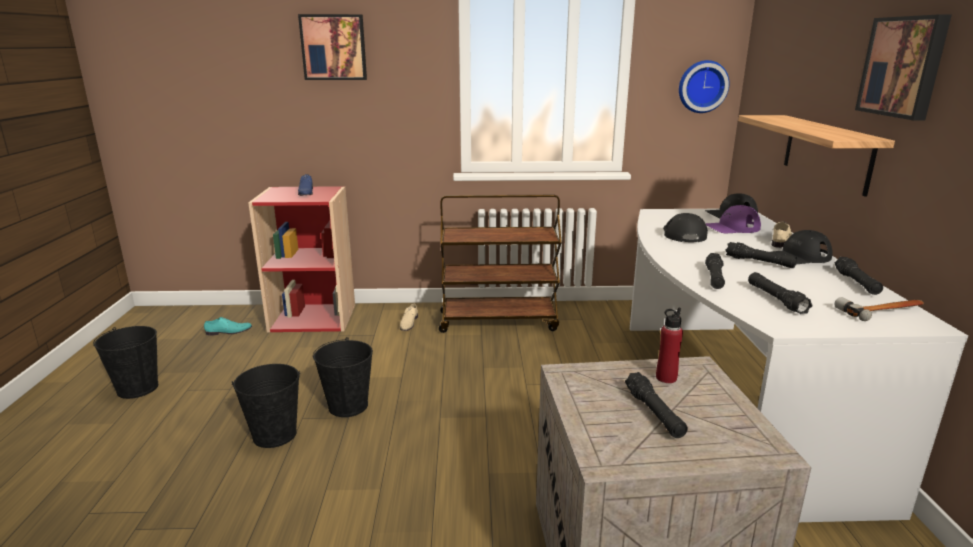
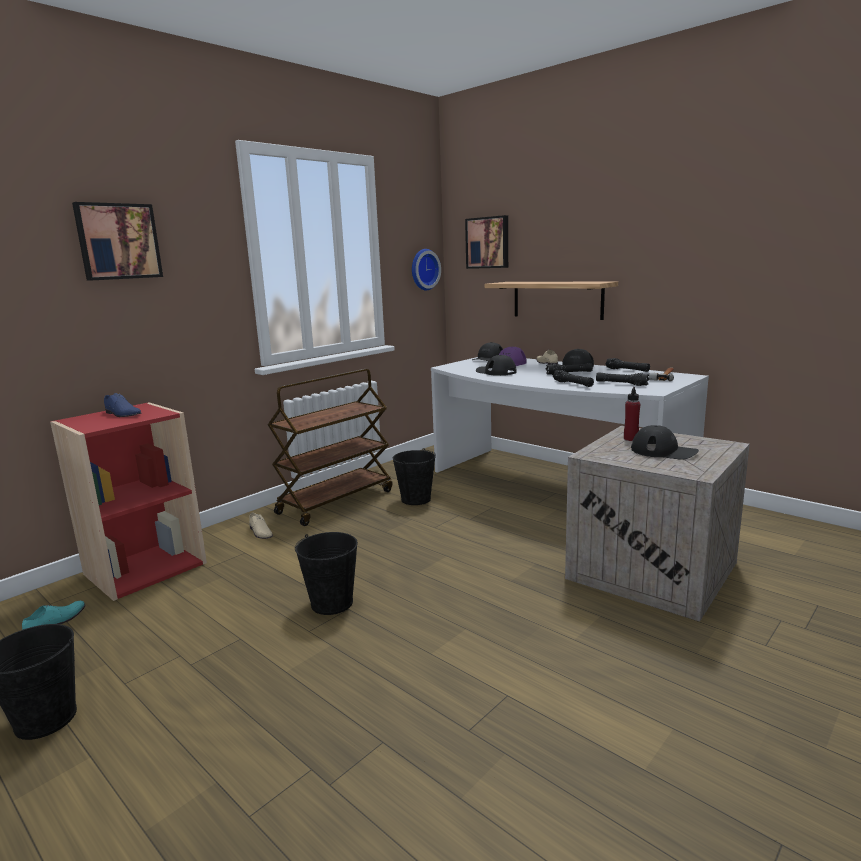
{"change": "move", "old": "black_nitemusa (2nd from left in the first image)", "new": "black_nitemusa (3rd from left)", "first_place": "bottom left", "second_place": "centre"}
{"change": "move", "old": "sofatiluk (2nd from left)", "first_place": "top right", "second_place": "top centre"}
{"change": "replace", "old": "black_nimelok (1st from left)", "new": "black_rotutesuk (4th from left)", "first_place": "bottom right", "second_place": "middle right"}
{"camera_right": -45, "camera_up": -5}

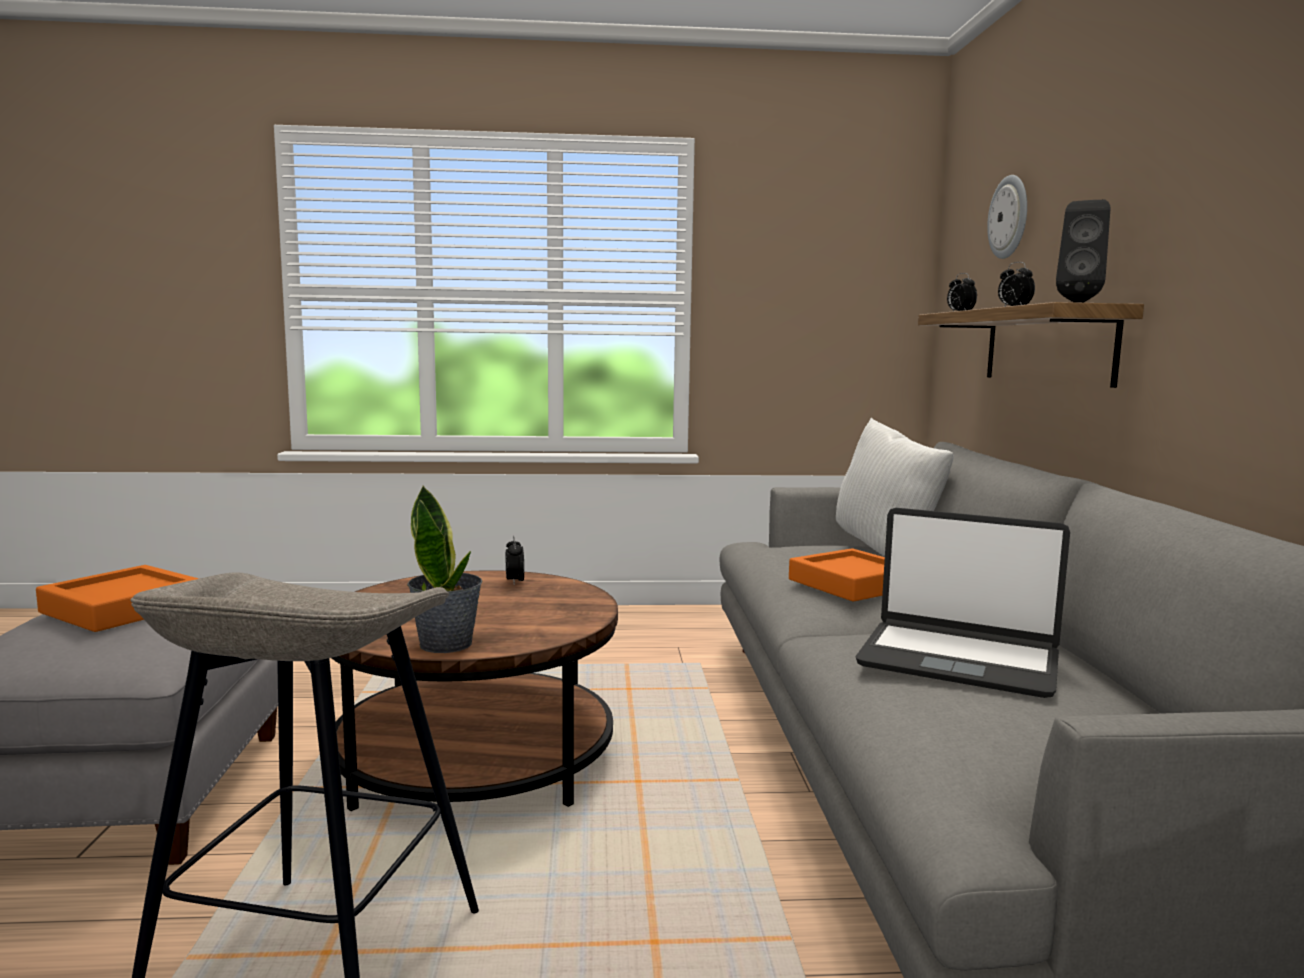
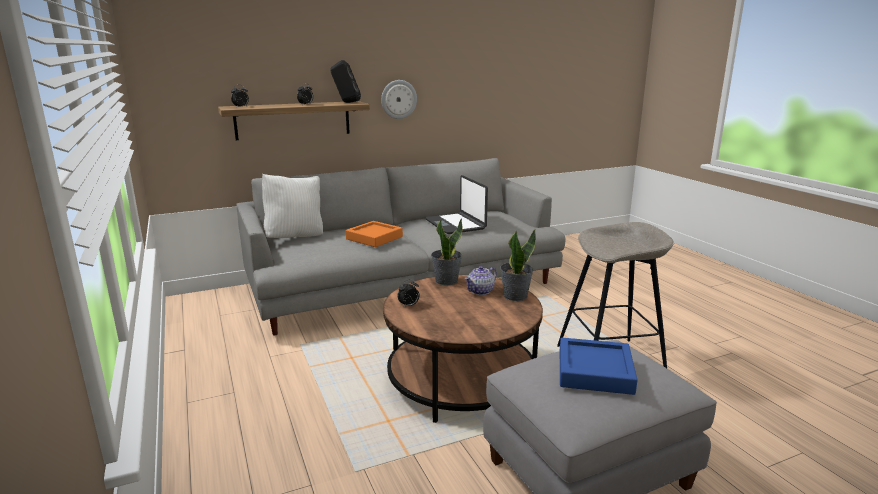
{"change": "insert", "new": "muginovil (1st from left)", "second_place": "centre"}
{"change": "insert", "new": "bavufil", "second_place": "centre"}
{"change": "move", "old": "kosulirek", "first_place": "top right", "second_place": "top centre"}
{"change": "recolor", "old": "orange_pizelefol (1st from left)", "new": "blue_pizelefol", "first_place": "middle left", "second_place": "bottom right"}
{"change": "rotate", "old": "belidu", "first_place": "middle right", "second_place": "centre", "degrees": 150}
{"camera_right": -110, "camera_up": 10}

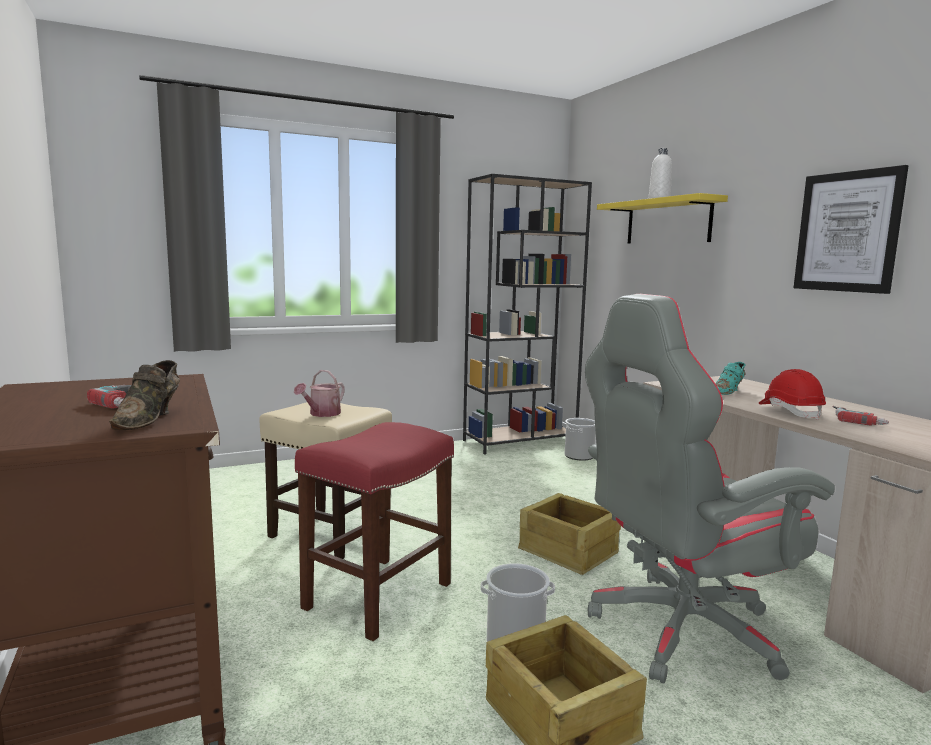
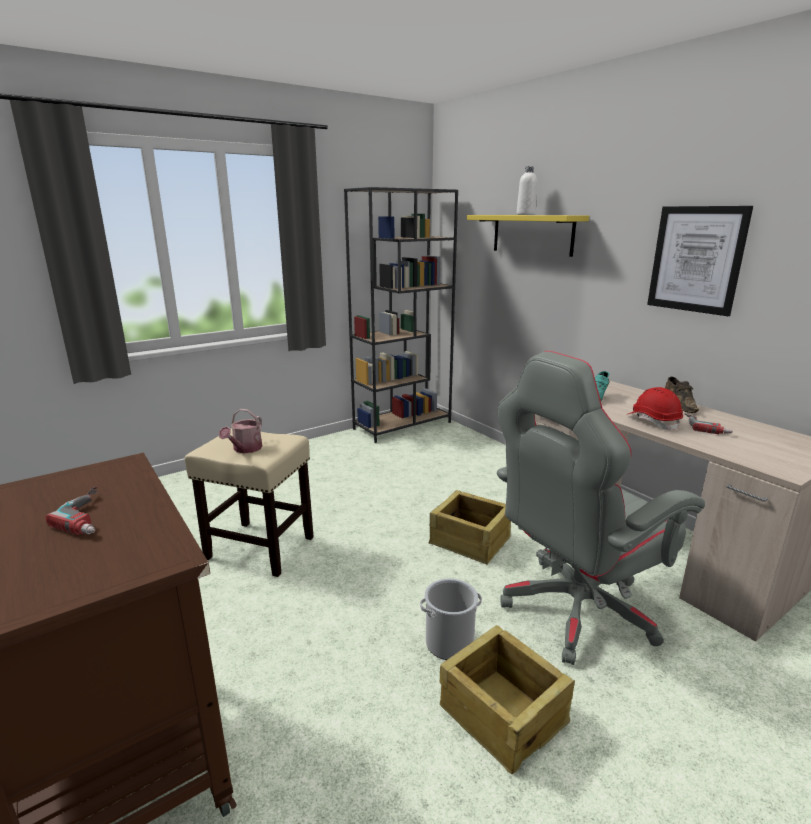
{"change": "delete", "old": "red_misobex", "first_place": "bottom centre"}
{"change": "delete", "old": "nitemusa (2nd from left)", "first_place": "centre"}
{"change": "move", "old": "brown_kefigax", "first_place": "middle left", "second_place": "middle right"}
{"camera_right": -10, "camera_up": 10}

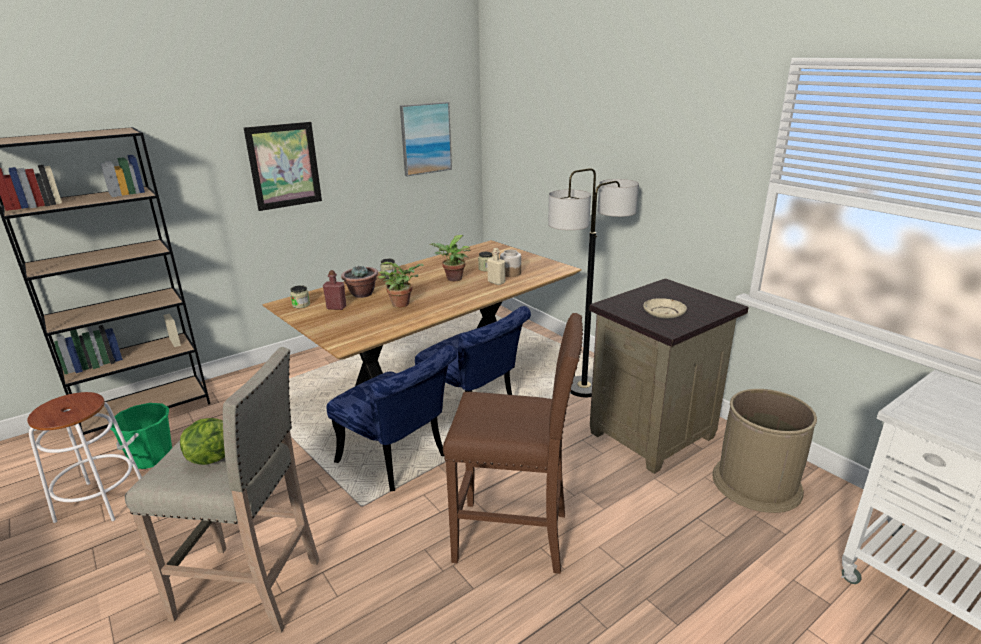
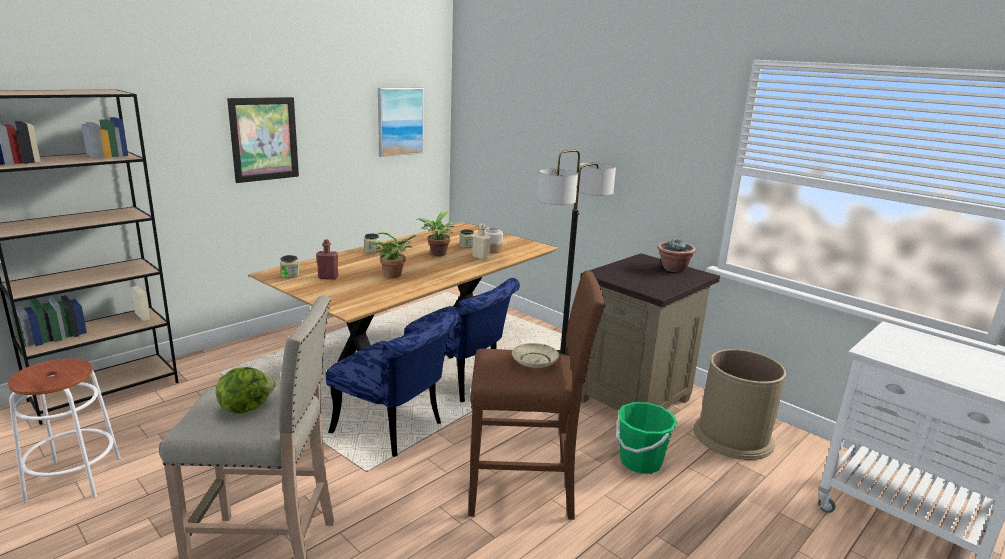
{"change": "move", "old": "green_nitemusa", "first_place": "bottom left", "second_place": "bottom centre"}
{"change": "move", "old": "muginovil (1st from left in the first image)", "new": "muginovil (3rd from left)", "first_place": "centre", "second_place": "middle right"}
{"change": "move", "old": "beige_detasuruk", "first_place": "middle right", "second_place": "centre"}
{"camera_right": -10, "camera_up": -5}

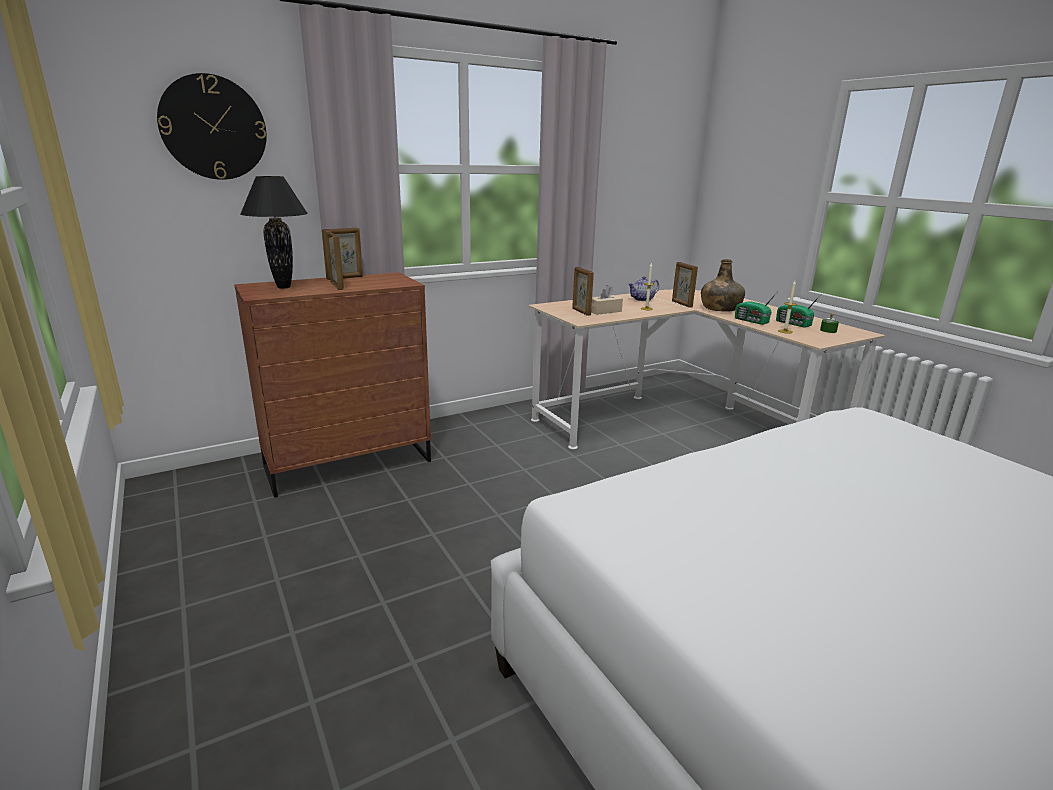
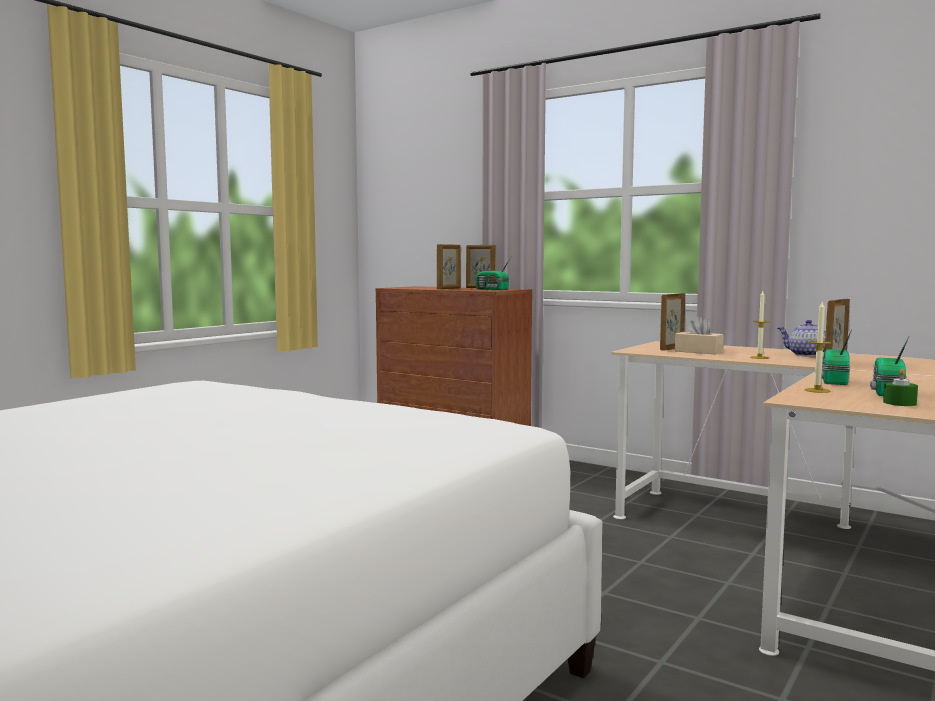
{"change": "delete", "old": "kosulirek", "first_place": "top left"}
{"change": "delete", "old": "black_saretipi", "first_place": "top left"}
{"change": "delete", "old": "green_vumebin", "first_place": "middle right"}
{"change": "insert", "new": "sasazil (1st from left)", "second_place": "centre"}
{"camera_right": 65, "camera_up": -15}

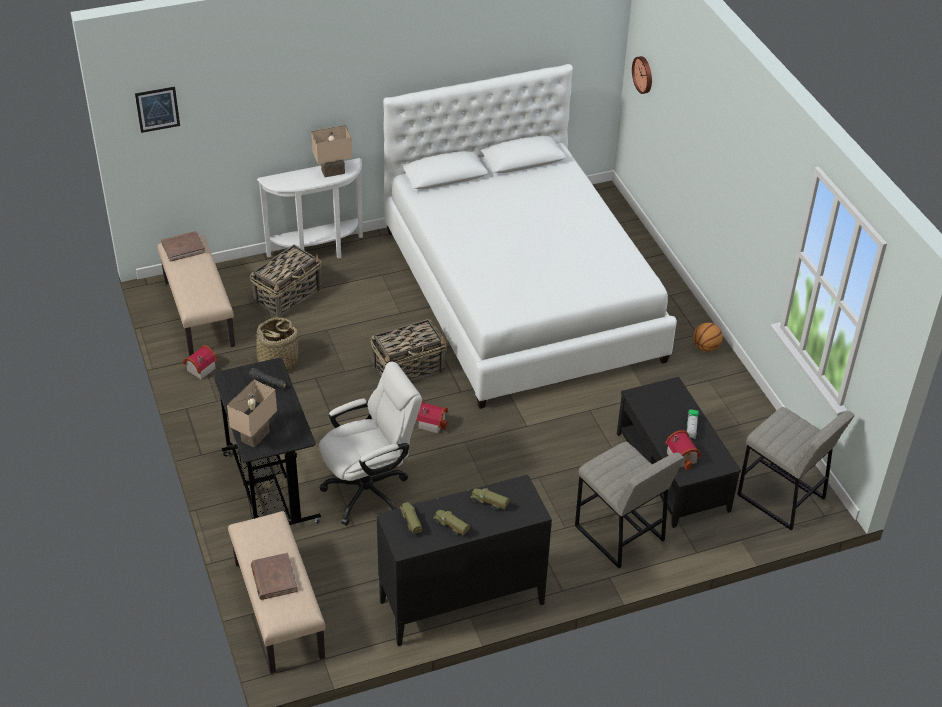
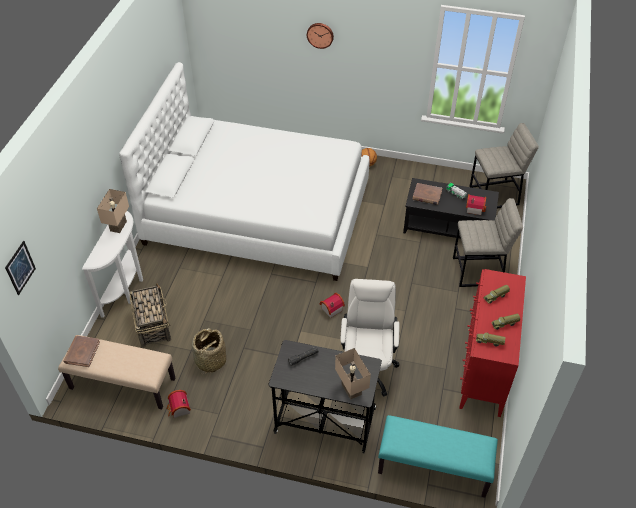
{"change": "delete", "old": "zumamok (3rd from left)", "first_place": "centre"}
{"change": "move", "old": "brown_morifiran (2nd from left)", "first_place": "bottom left", "second_place": "middle right"}
{"change": "move", "old": "kosulirek", "first_place": "top right", "second_place": "top centre"}
{"change": "recolor", "old": "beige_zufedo (2nd from left)", "new": "turquoise_zufedo", "first_place": "bottom left", "second_place": "bottom right"}
{"change": "recolor", "old": "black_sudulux", "new": "red_sudulux", "first_place": "bottom centre", "second_place": "bottom right"}
{"camera_right": -55, "camera_up": 5}

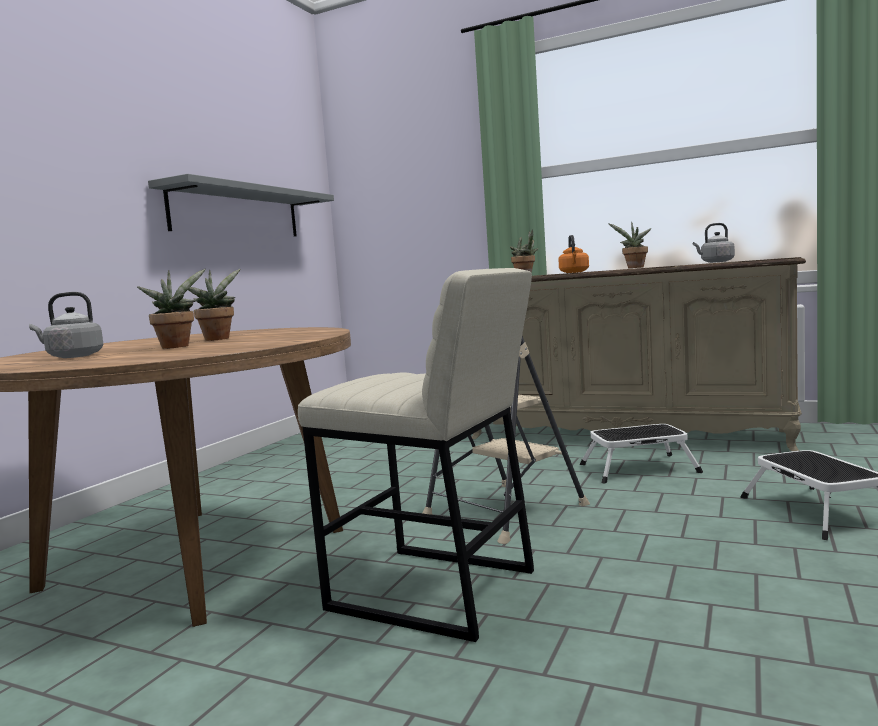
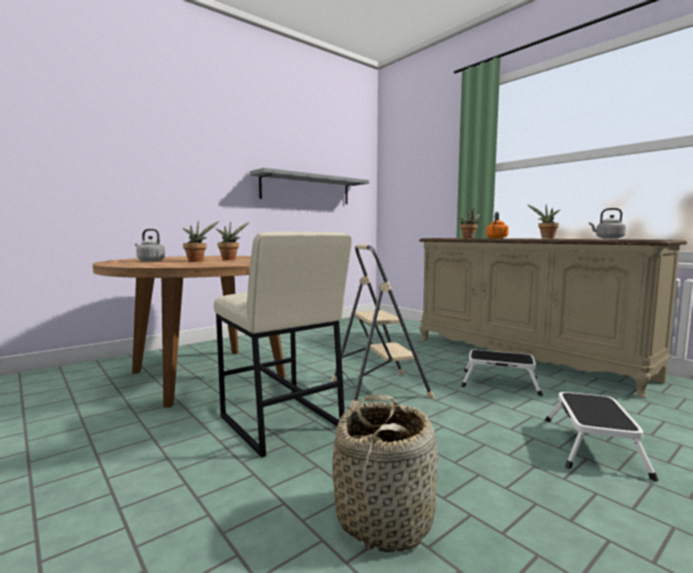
{"change": "insert", "new": "zumamok", "second_place": "bottom centre"}
{"camera_right": 25, "camera_up": 0}

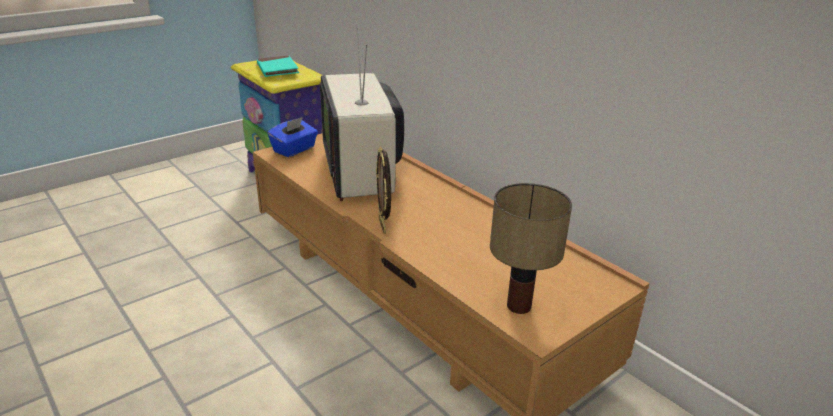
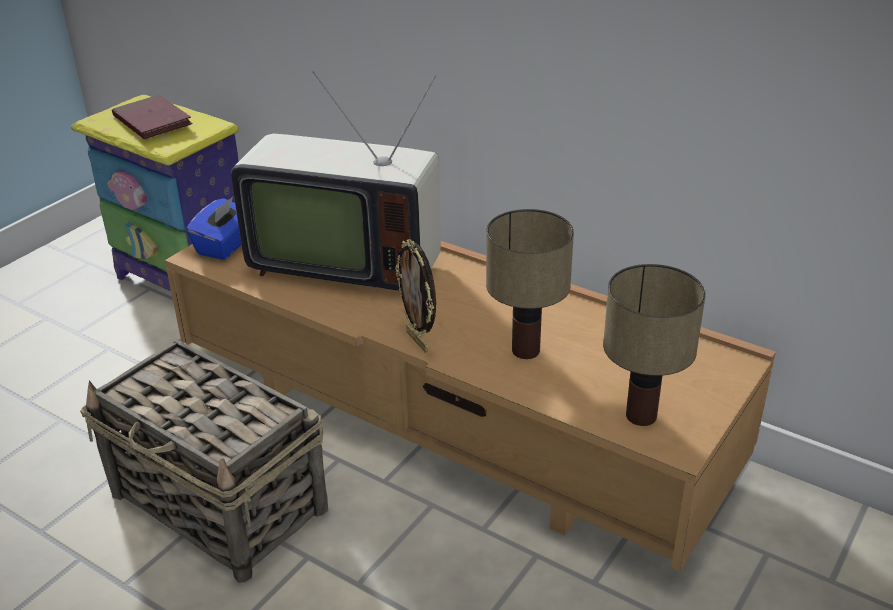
{"change": "insert", "new": "zumamok", "second_place": "bottom left"}
{"change": "insert", "new": "saretipi (1st from left)", "second_place": "centre"}
{"change": "recolor", "old": "turquoise_morifiran", "new": "red_morifiran", "first_place": "top centre", "second_place": "top left"}
{"change": "rotate", "old": "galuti", "first_place": "top centre", "second_place": "top centre", "degrees": -45}
{"camera_right": -15, "camera_up": 5}

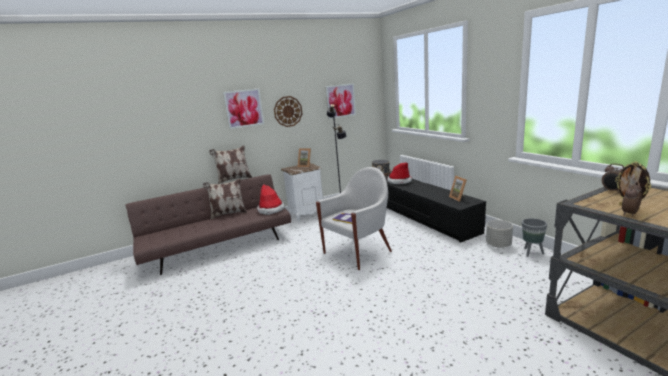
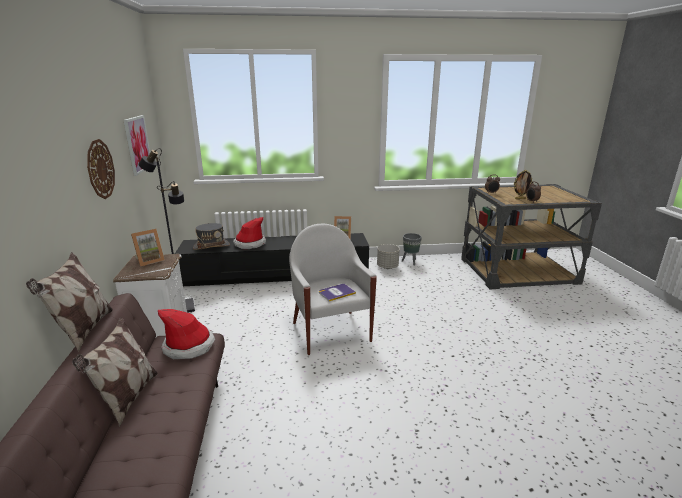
{"change": "delete", "old": "sofatiluk (1st from left)", "first_place": "top centre"}
{"camera_right": -70, "camera_up": 5}

